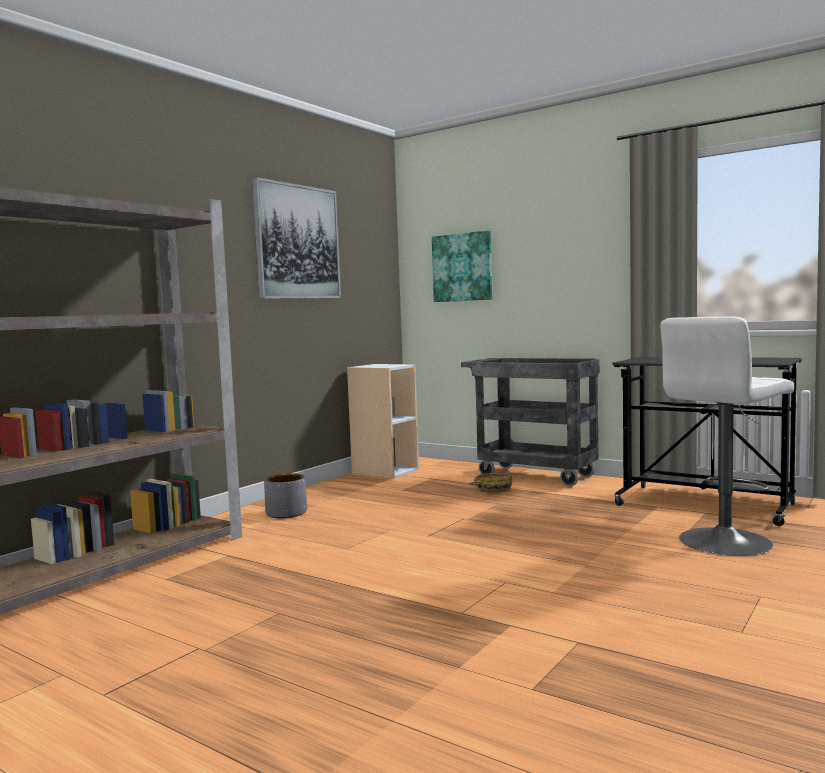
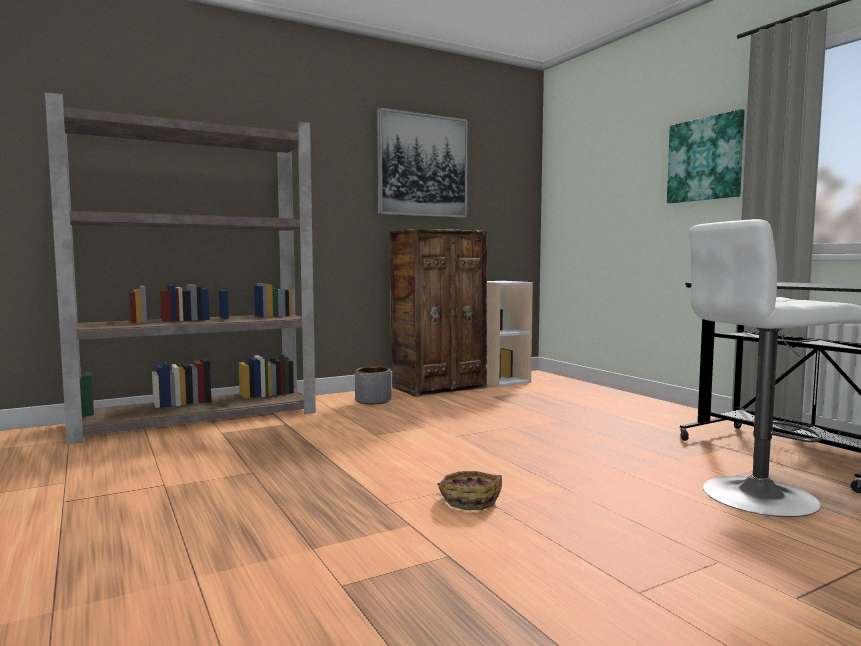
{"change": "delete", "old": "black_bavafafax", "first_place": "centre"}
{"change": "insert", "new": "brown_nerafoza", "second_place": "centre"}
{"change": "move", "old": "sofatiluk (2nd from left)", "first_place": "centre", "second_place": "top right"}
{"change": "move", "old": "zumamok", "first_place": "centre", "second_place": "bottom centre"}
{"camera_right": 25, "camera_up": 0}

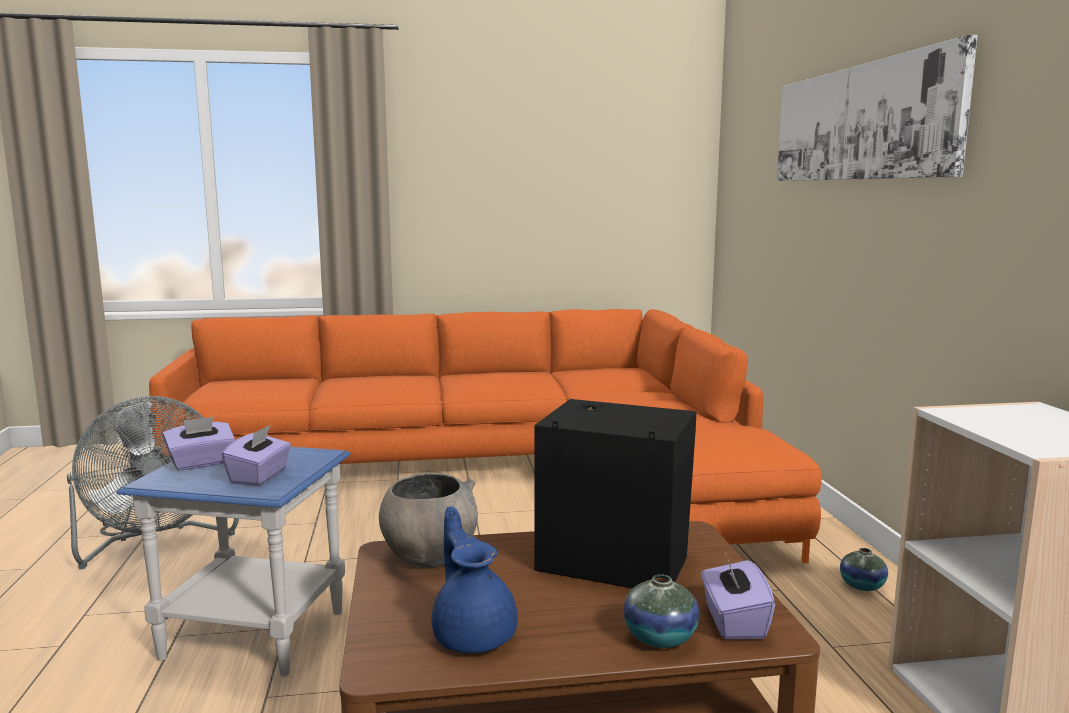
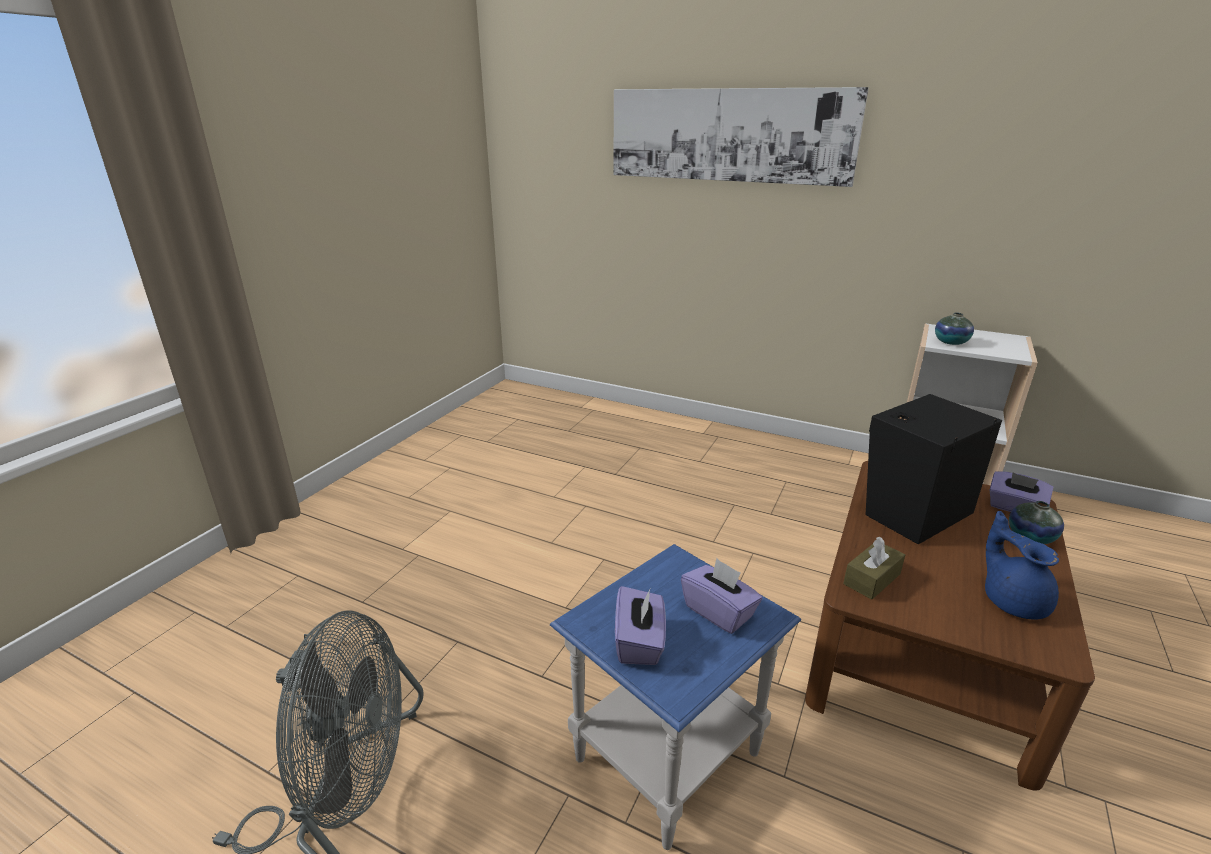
{"change": "delete", "old": "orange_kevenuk", "first_place": "centre"}
{"change": "move", "old": "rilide (2nd from left in the first image)", "new": "rilide (1st from left)", "first_place": "bottom right", "second_place": "middle right"}
{"change": "replace", "old": "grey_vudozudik", "new": "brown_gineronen", "first_place": "bottom centre", "second_place": "middle right"}
{"change": "rotate", "old": "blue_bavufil", "first_place": "bottom centre", "second_place": "middle right", "degrees": 60}
{"camera_right": -55, "camera_up": 15}

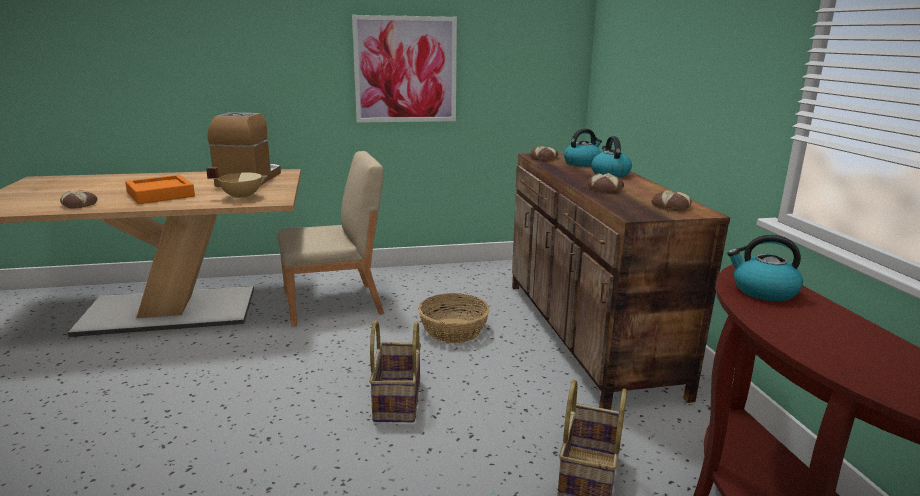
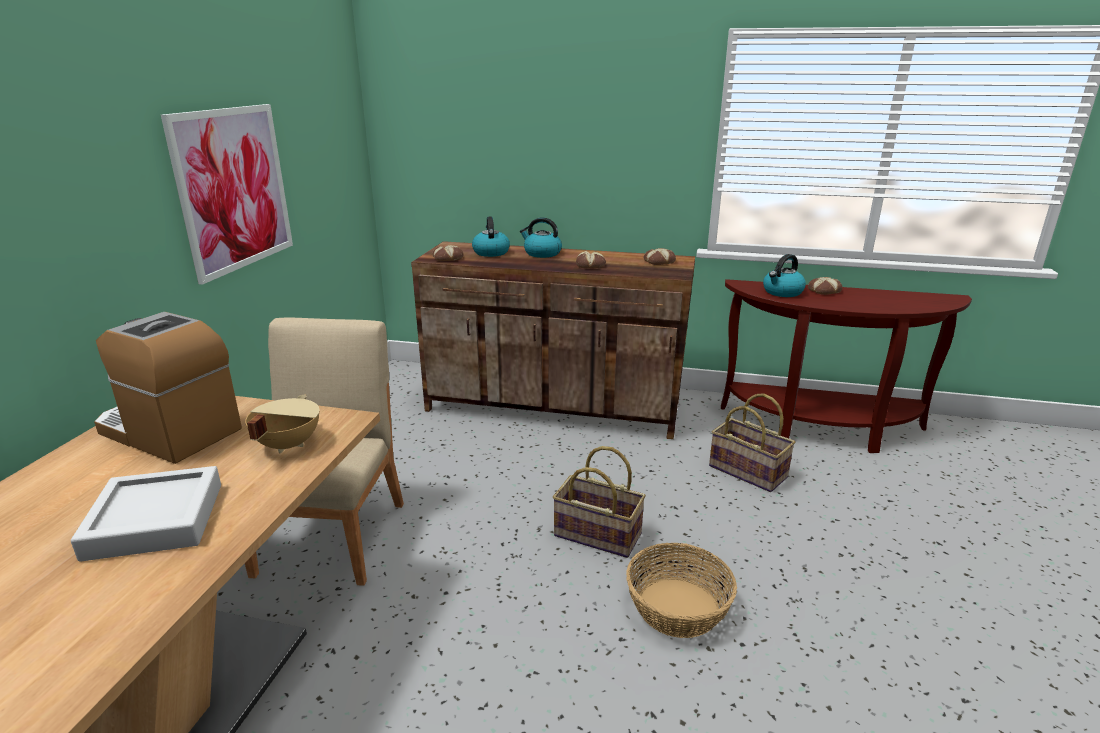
{"change": "move", "old": "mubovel (1st from left in the first image)", "new": "mubovel (4th from left)", "first_place": "middle left", "second_place": "middle right"}
{"change": "move", "old": "zumamok (2nd from left)", "first_place": "centre", "second_place": "bottom centre"}
{"change": "recolor", "old": "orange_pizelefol", "new": "grey_pizelefol", "first_place": "middle left", "second_place": "bottom left"}
{"camera_right": -65, "camera_up": 5}

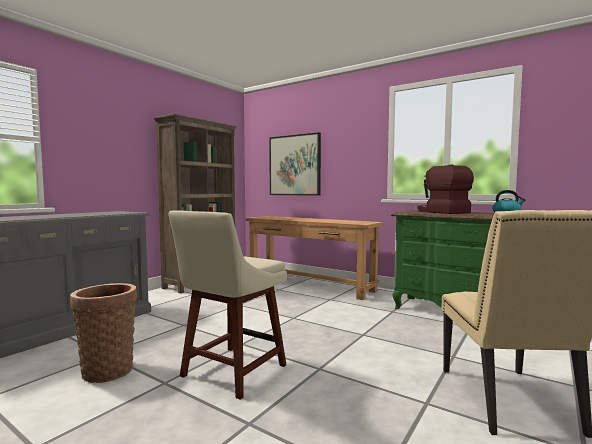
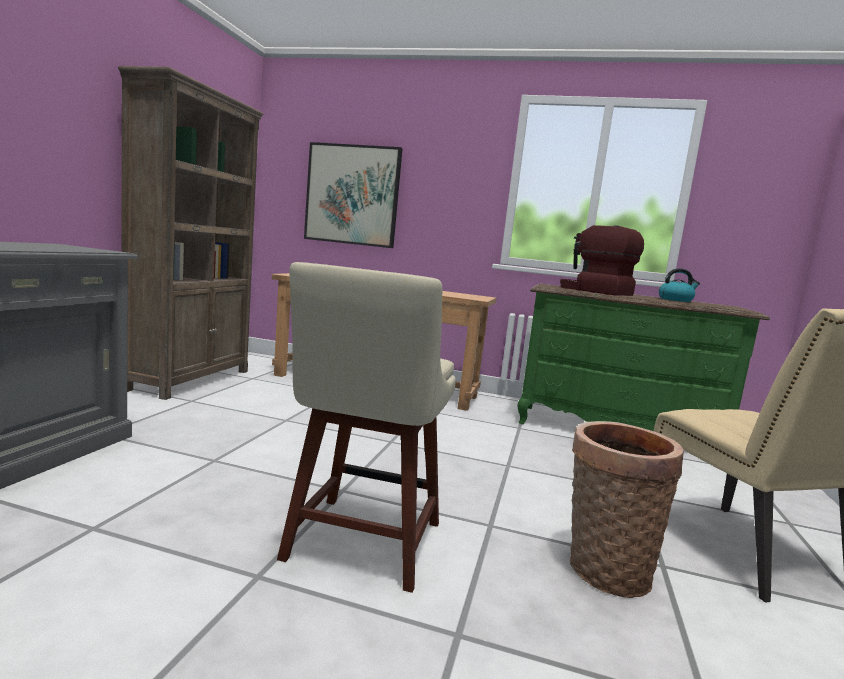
{"change": "move", "old": "zumamok", "first_place": "bottom left", "second_place": "bottom right"}
{"camera_right": -20, "camera_up": 5}

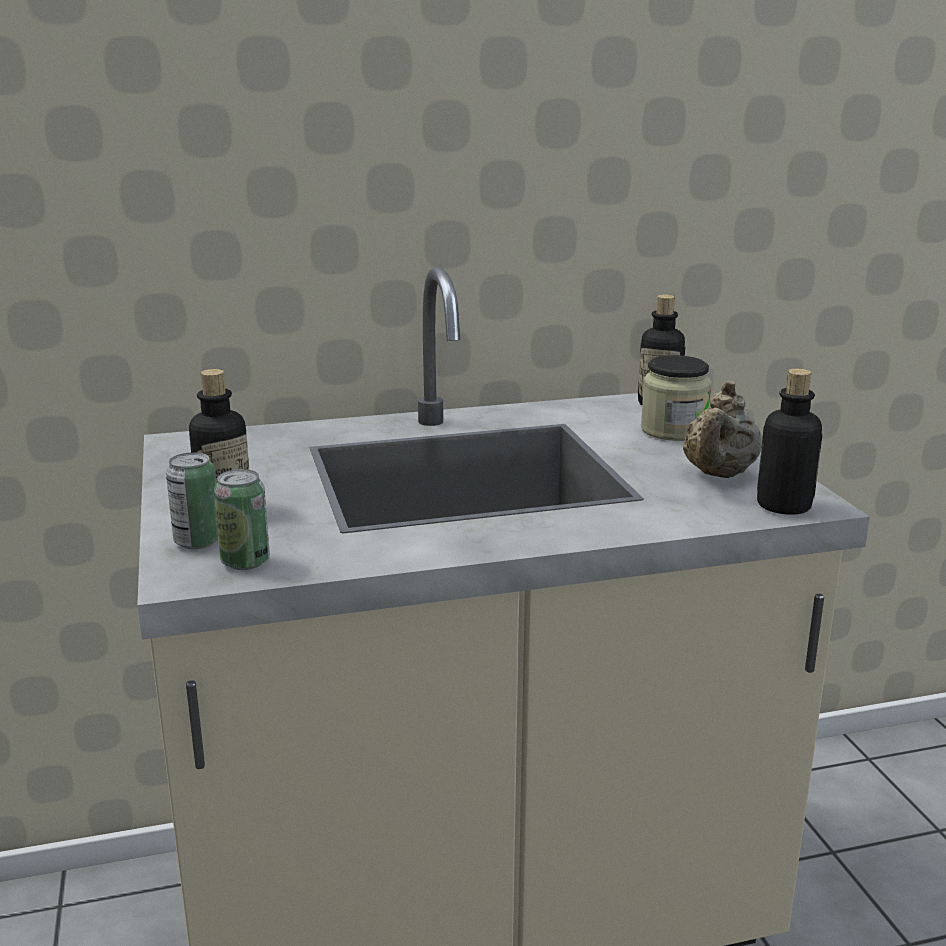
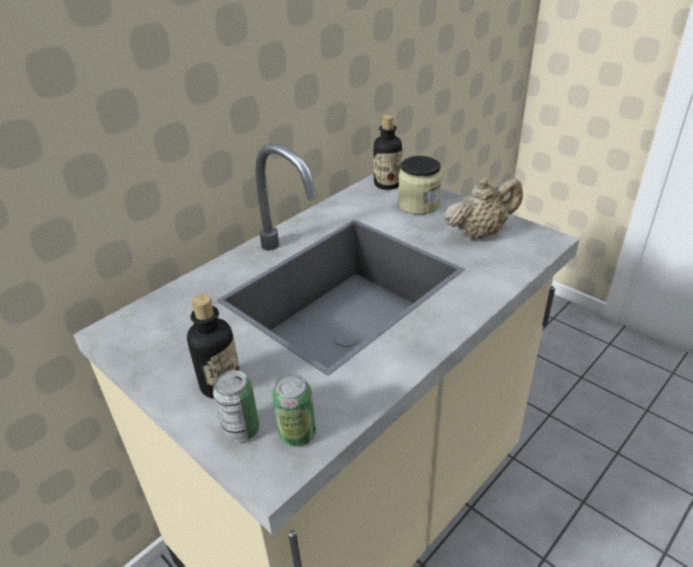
{"change": "delete", "old": "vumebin (3rd from left)", "first_place": "middle right"}
{"change": "rotate", "old": "beige_bavufil", "first_place": "middle right", "second_place": "middle right", "degrees": -105}
{"camera_right": -30, "camera_up": 15}

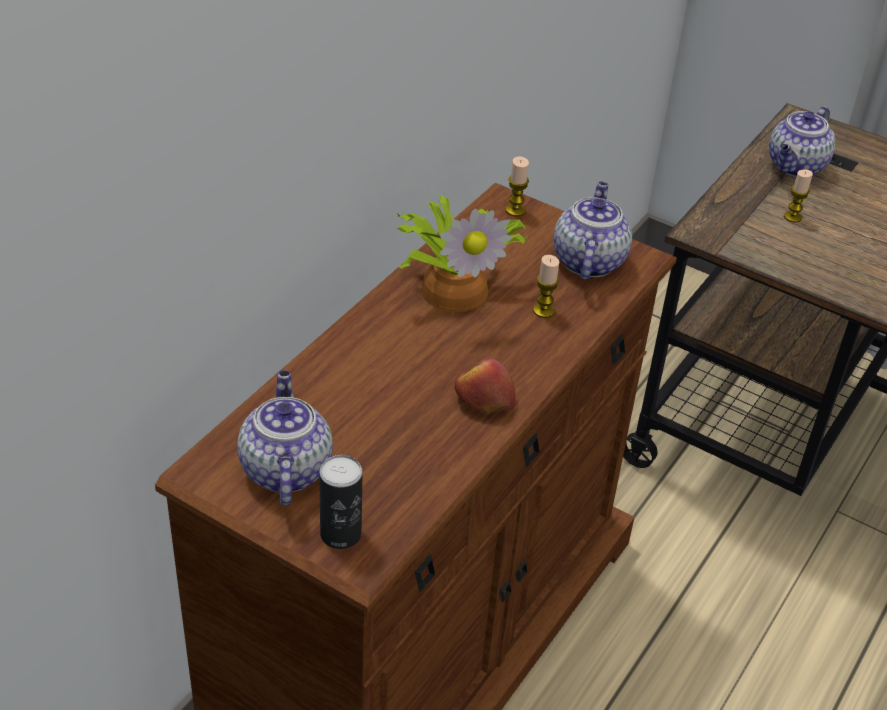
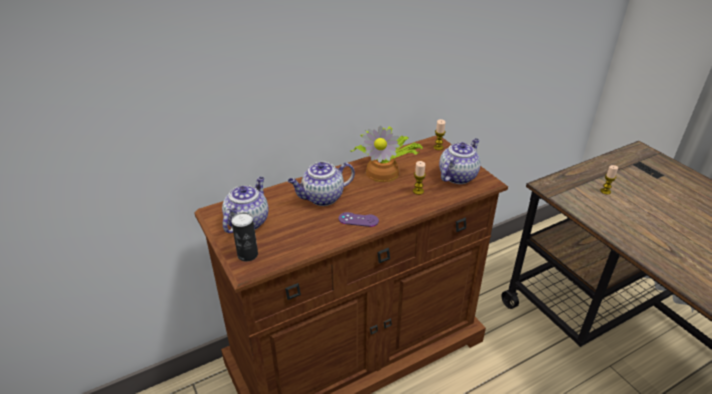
{"change": "move", "old": "bavufil (3rd from left in the first image)", "new": "bavufil (2nd from left)", "first_place": "top right", "second_place": "centre"}
{"change": "replace", "old": "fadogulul", "new": "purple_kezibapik", "first_place": "centre", "second_place": "centre"}
{"camera_right": 30, "camera_up": -5}

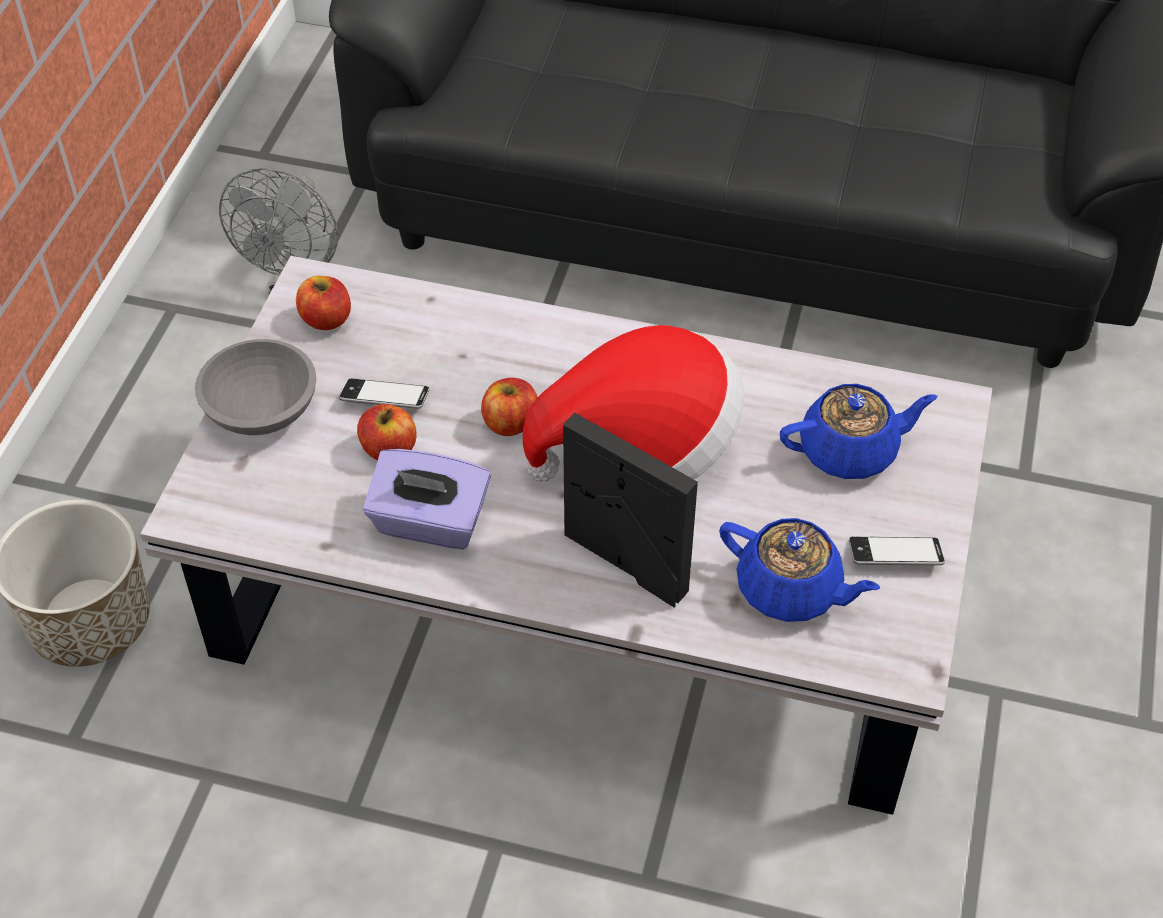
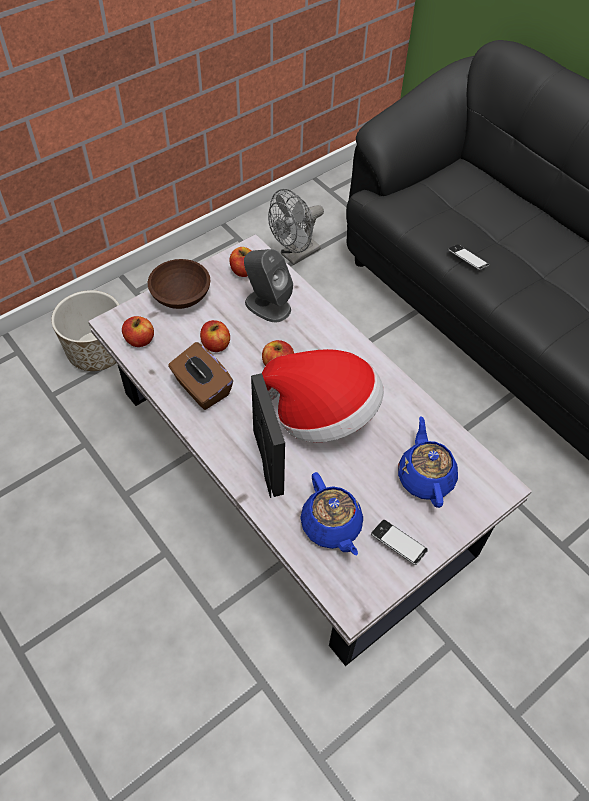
{"change": "insert", "new": "fadogulul (1st from left)", "second_place": "middle left"}
{"change": "insert", "new": "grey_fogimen", "second_place": "centre"}
{"change": "move", "old": "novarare (1st from left in the first image)", "new": "novarare (2nd from left)", "first_place": "middle left", "second_place": "top right"}
{"change": "recolor", "old": "grey_vudozudik", "new": "brown_vudozudik", "first_place": "middle left", "second_place": "middle left"}
{"change": "recolor", "old": "purple_gineronen", "new": "brown_gineronen", "first_place": "centre", "second_place": "centre"}
{"change": "rotate", "old": "blue_bavufil (2nd from left)", "first_place": "middle right", "second_place": "middle right", "degrees": -120}
{"camera_right": 35, "camera_up": 5}

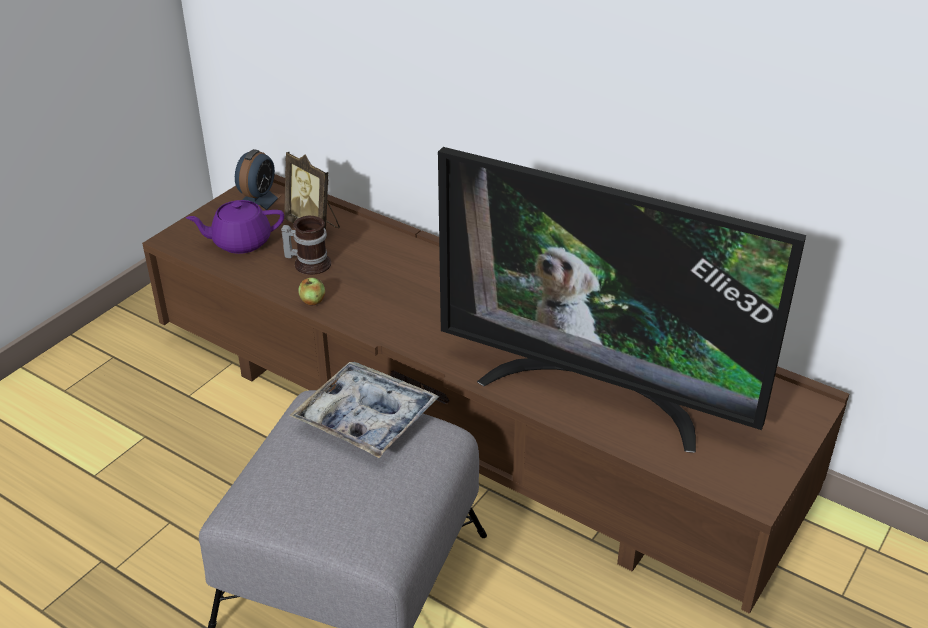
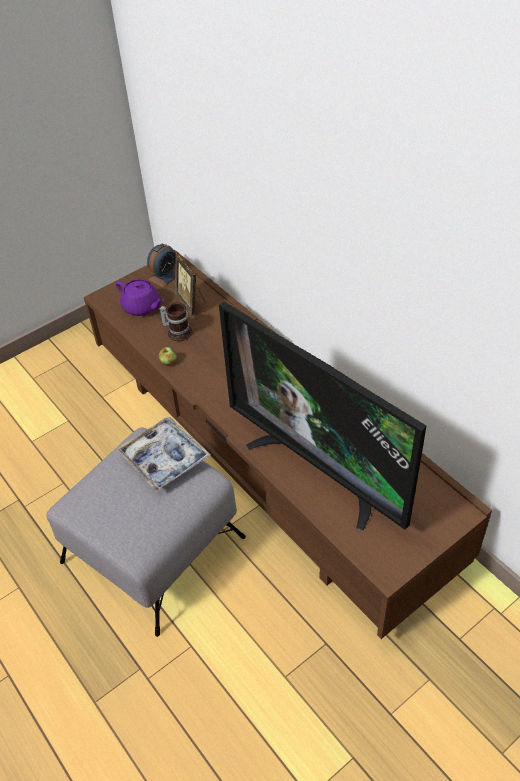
{"change": "rotate", "old": "purple_bavufil", "first_place": "middle left", "second_place": "middle left", "degrees": -150}
{"camera_right": 20, "camera_up": 10}

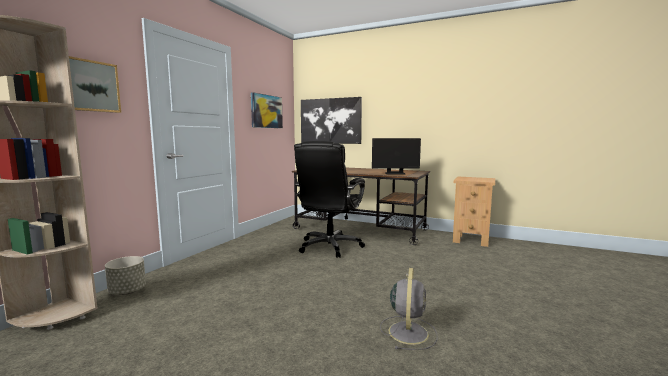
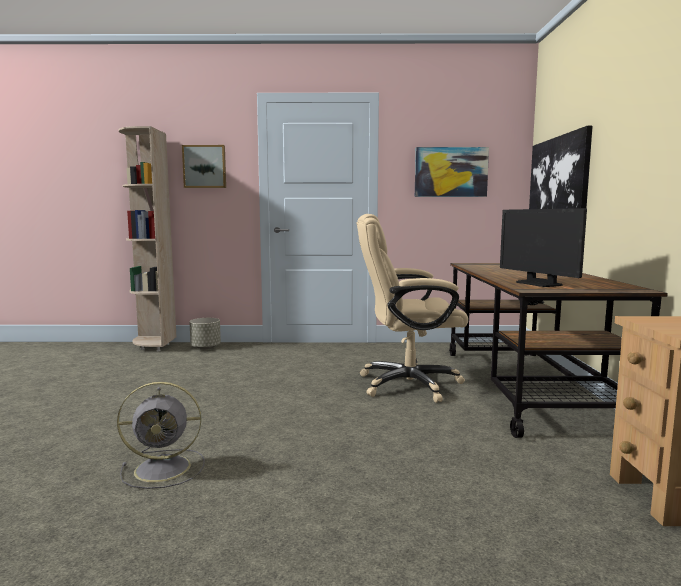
{"change": "recolor", "old": "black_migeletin", "new": "beige_migeletin", "first_place": "centre", "second_place": "centre"}
{"camera_right": 65, "camera_up": 0}

